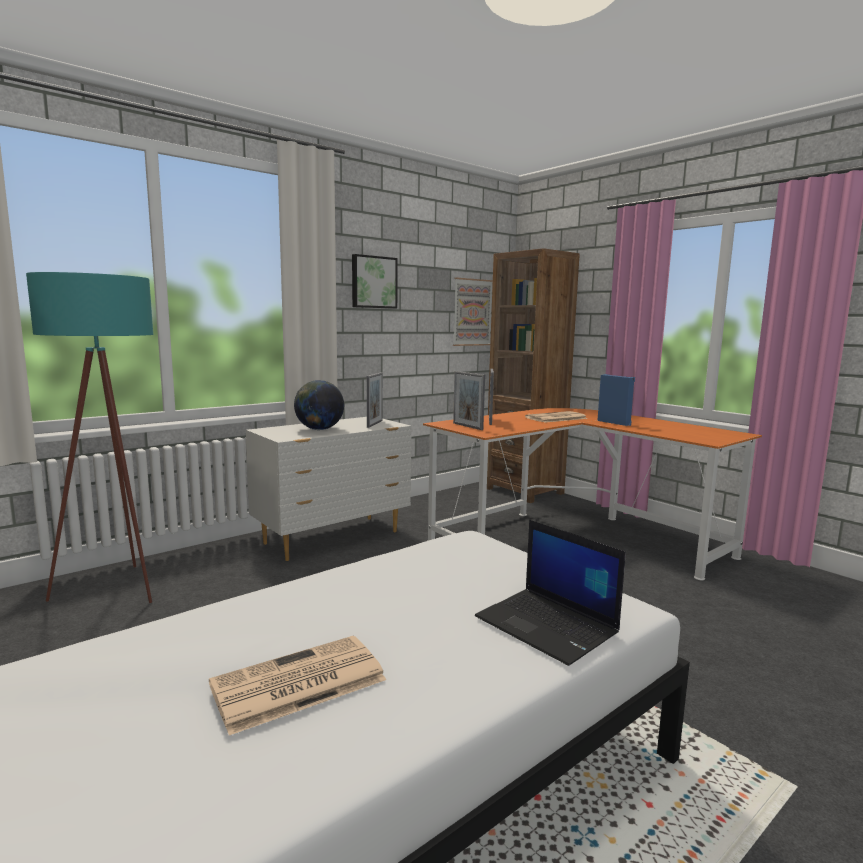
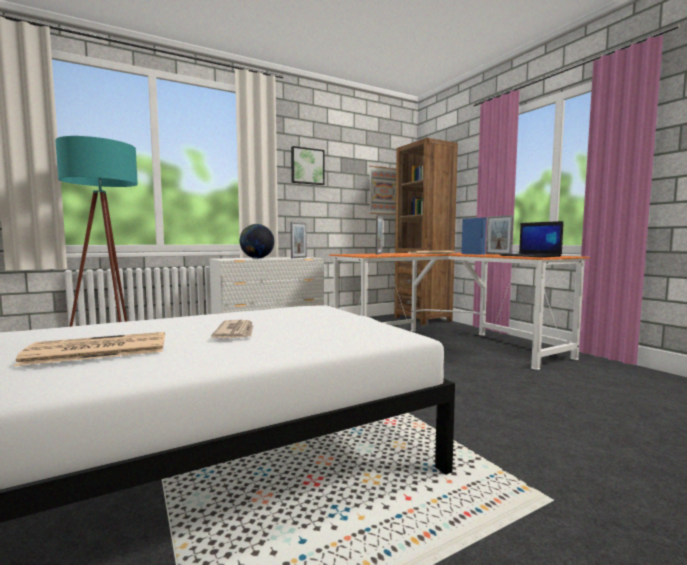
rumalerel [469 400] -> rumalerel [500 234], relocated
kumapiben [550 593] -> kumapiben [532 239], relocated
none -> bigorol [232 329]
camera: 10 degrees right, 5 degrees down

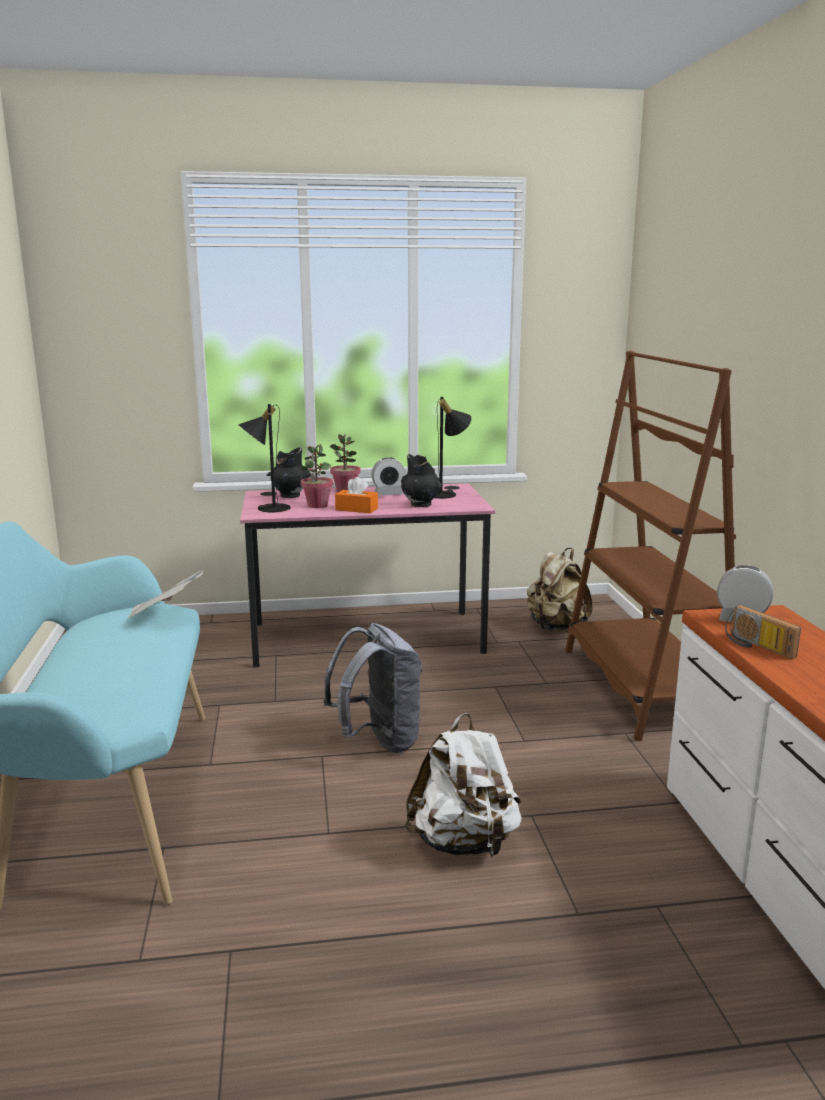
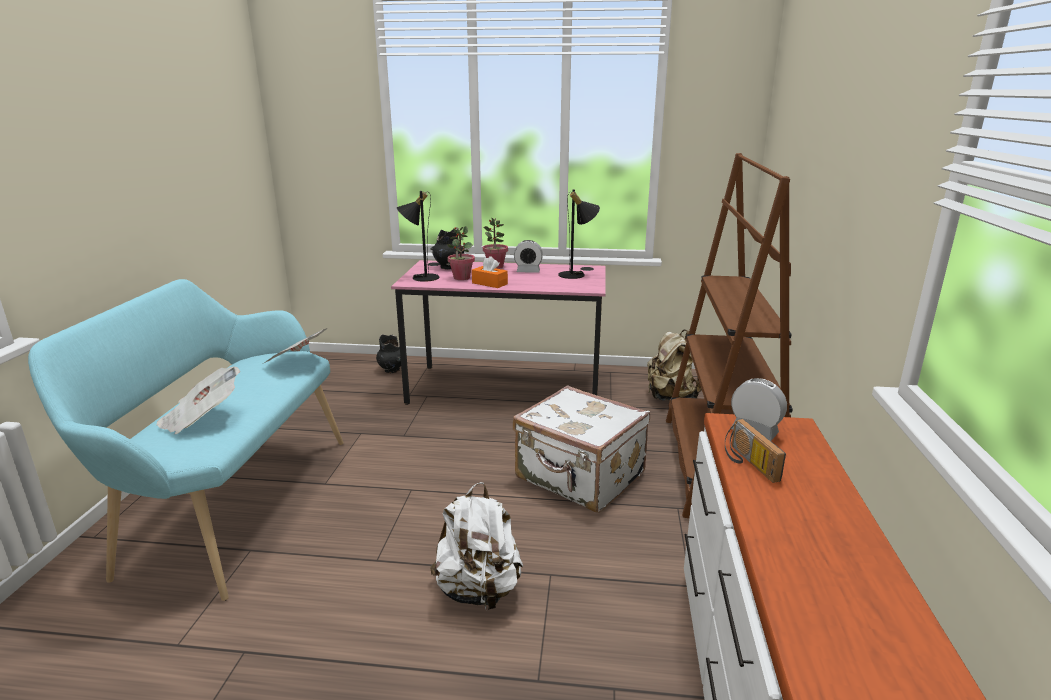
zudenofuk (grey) [372 688] -> none
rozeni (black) [422 480] -> rozeni (black) [388 353], relocated
none -> bigorol [198 400]
none -> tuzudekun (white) [581 449]
camera: 15 degrees right, 5 degrees up

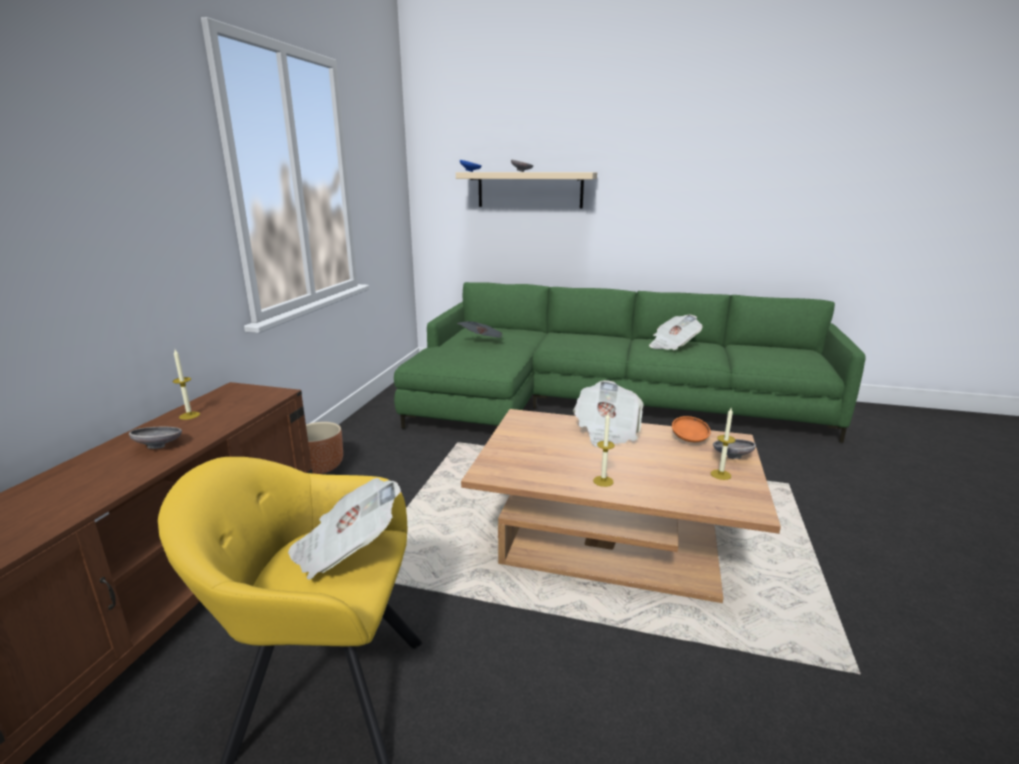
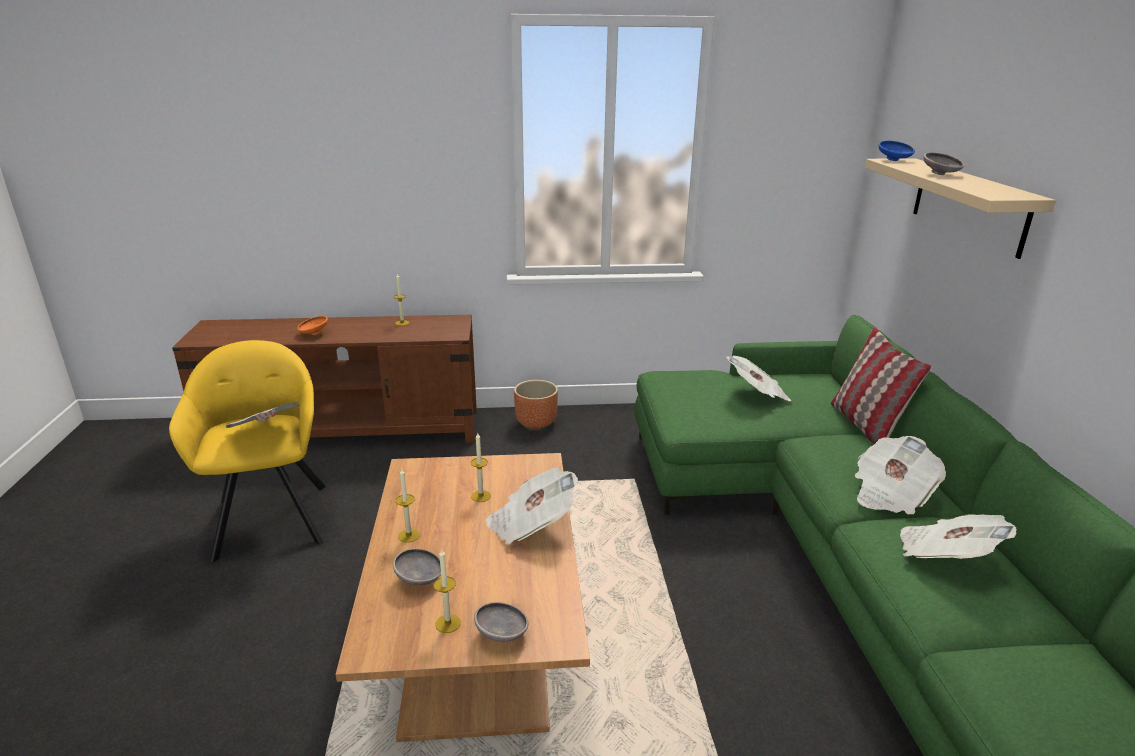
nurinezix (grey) [155 438] -> nurinezix (grey) [417 566], relocated
nurinezix (orange) [691 429] -> nurinezix (orange) [312 325], relocated
none -> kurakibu [481 467]
none -> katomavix [881 385]
none -> bigorol [900 475]
camera: 70 degrees right, 5 degrees up

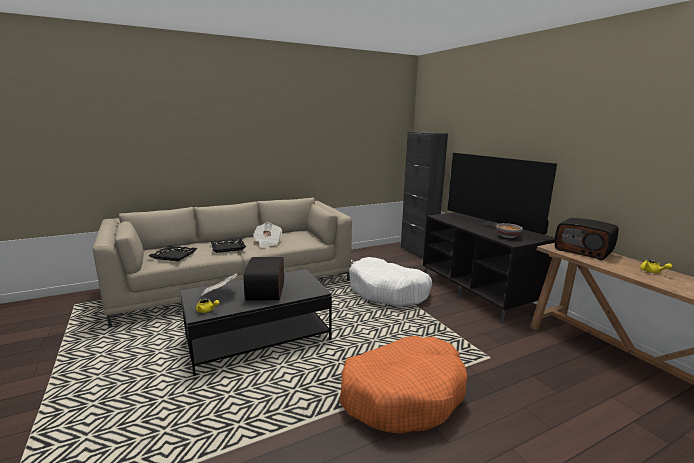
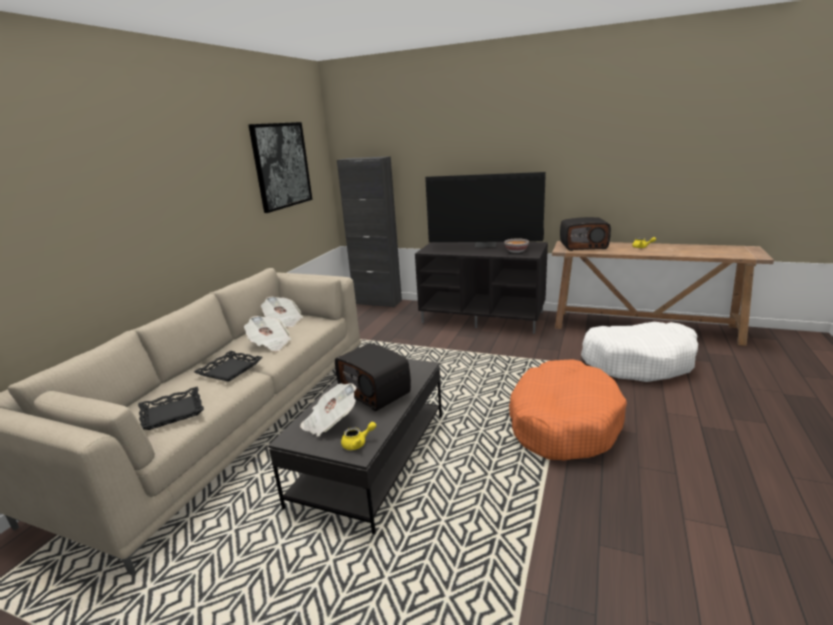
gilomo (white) [390 282] -> gilomo (white) [639 352], relocated
none -> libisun [280 167]
none -> bigorol [282 312]
camera: 40 degrees left, 5 degrees up

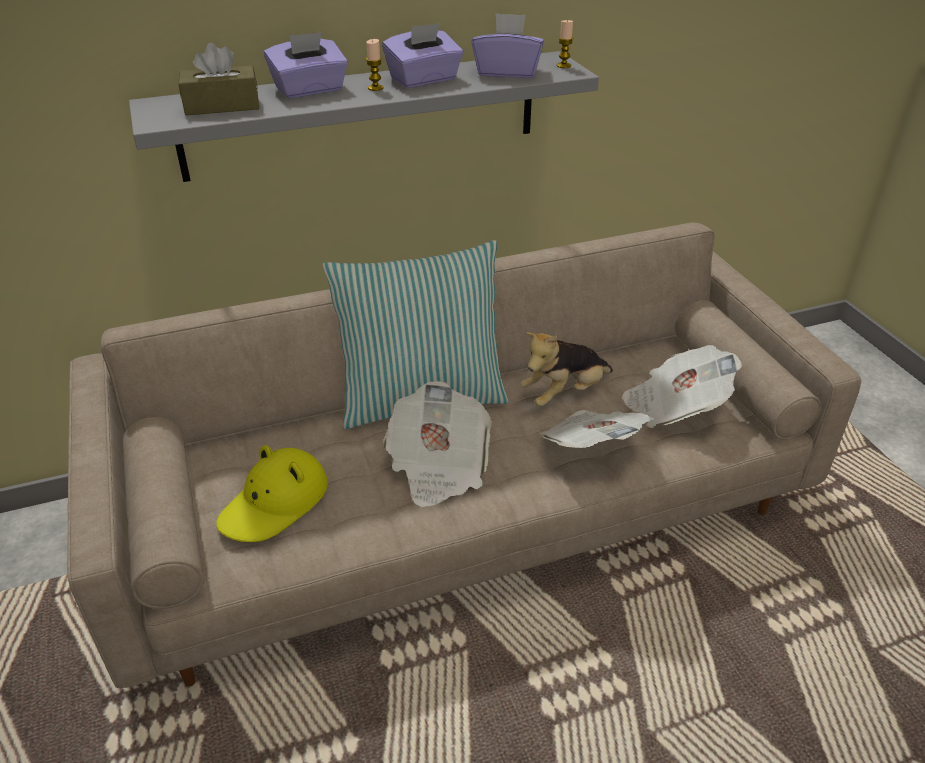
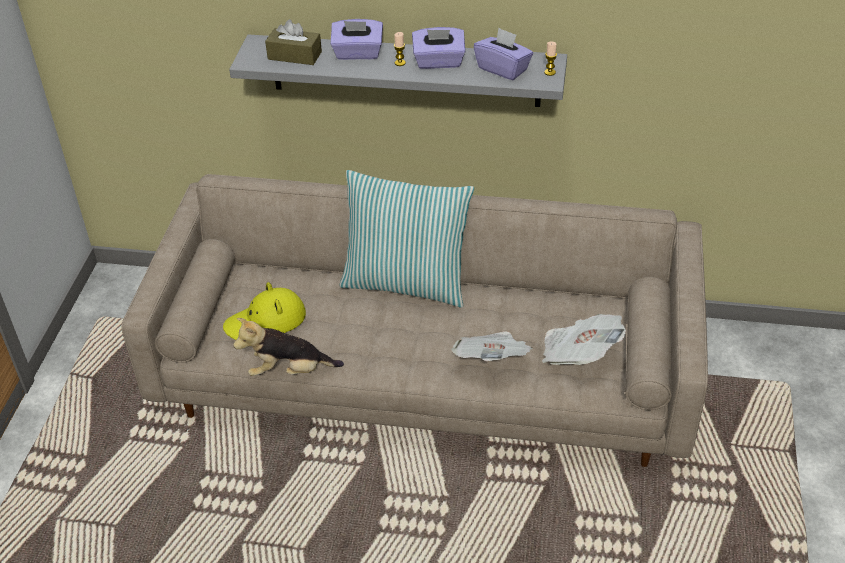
bigorol [438 444] -> none
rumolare [567 369] -> rumolare [288 347], relocated
camera: 30 degrees right, 5 degrees up

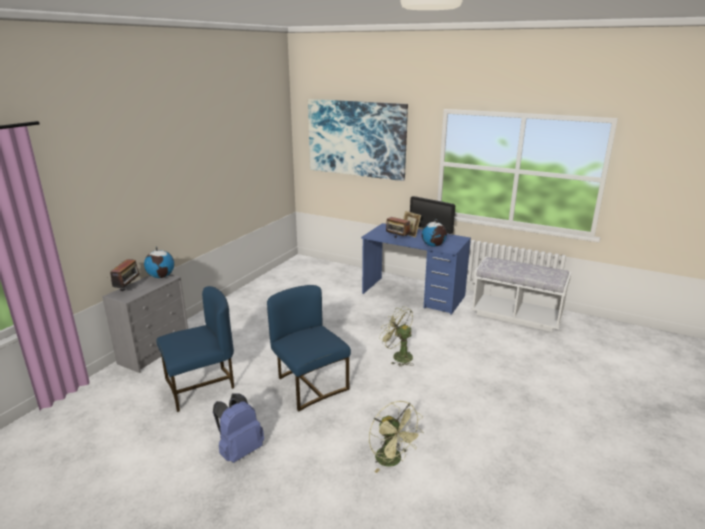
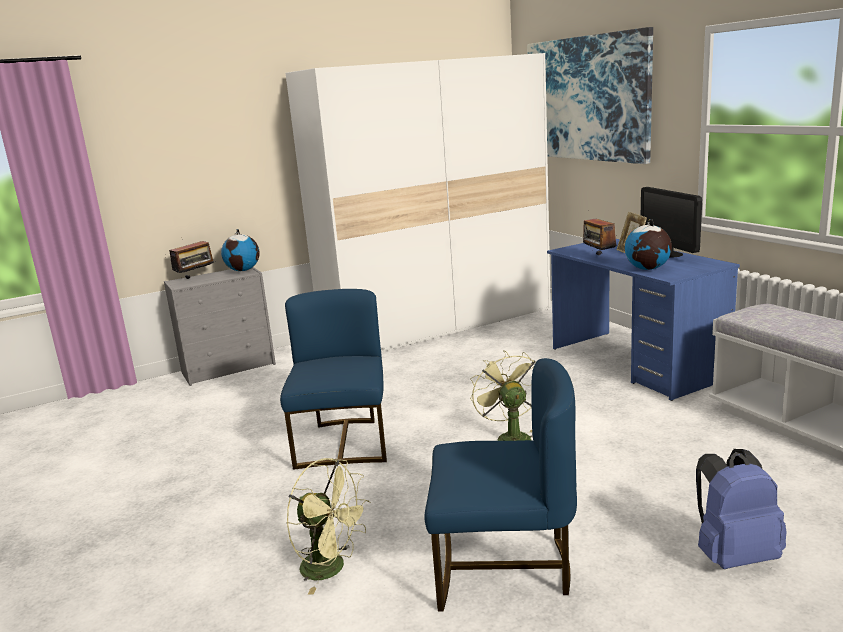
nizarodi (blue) [195 349] -> nizarodi (blue) [501 484], relocated
zudenofuk (blue) [238 428] -> zudenofuk (blue) [741 509], relocated
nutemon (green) [396 437] -> nutemon (green) [328 526], 60 degrees counterclockwise
none -> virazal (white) [418 202]
camera: 35 degrees right, 5 degrees down

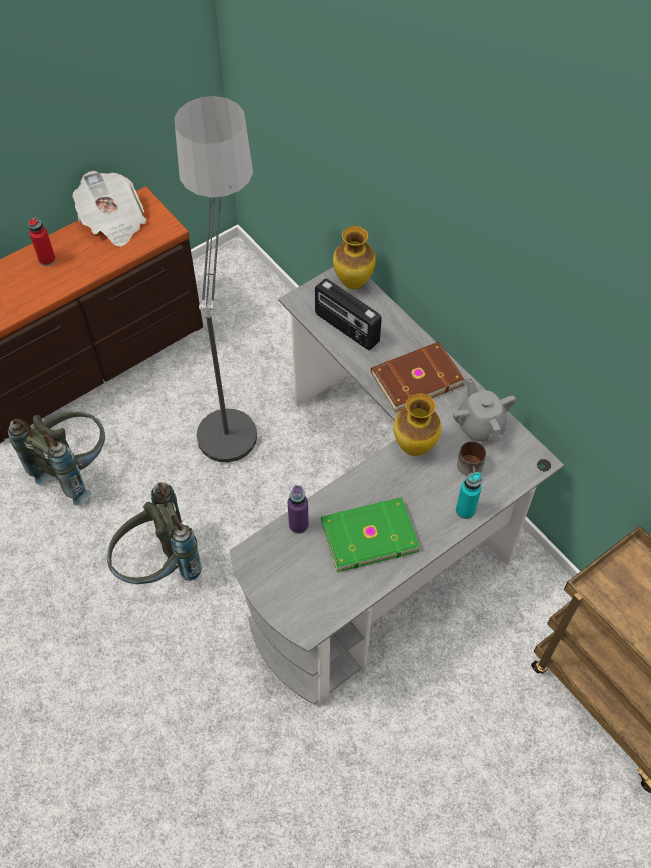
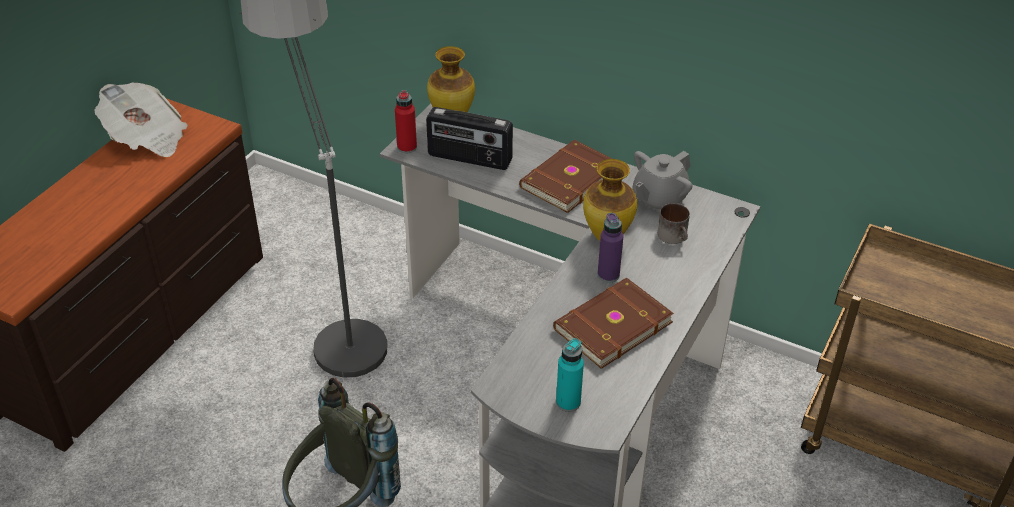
zudenofuk (grey) [56 459] -> none
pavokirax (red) [42 241] -> pavokirax (red) [406 121], relocated
pavokirax (purple) [298 509] -> pavokirax (purple) [610 247], relocated
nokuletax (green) [370 534] -> nokuletax (brown) [613 323]
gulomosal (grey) [484 410] -> gulomosal (grey) [662 182], 90 degrees counterclockwise
pavokirax (turquoise) [469 495] -> pavokirax (turquoise) [570 375], relocated
camera: 25 degrees left, 15 degrees down

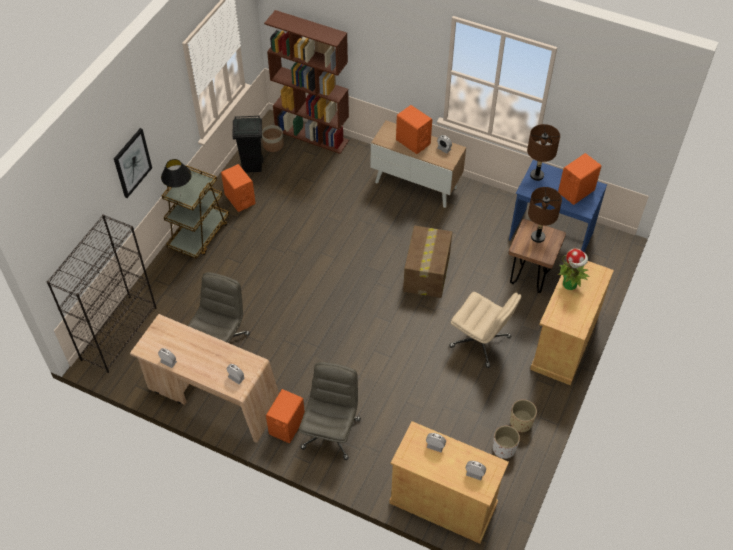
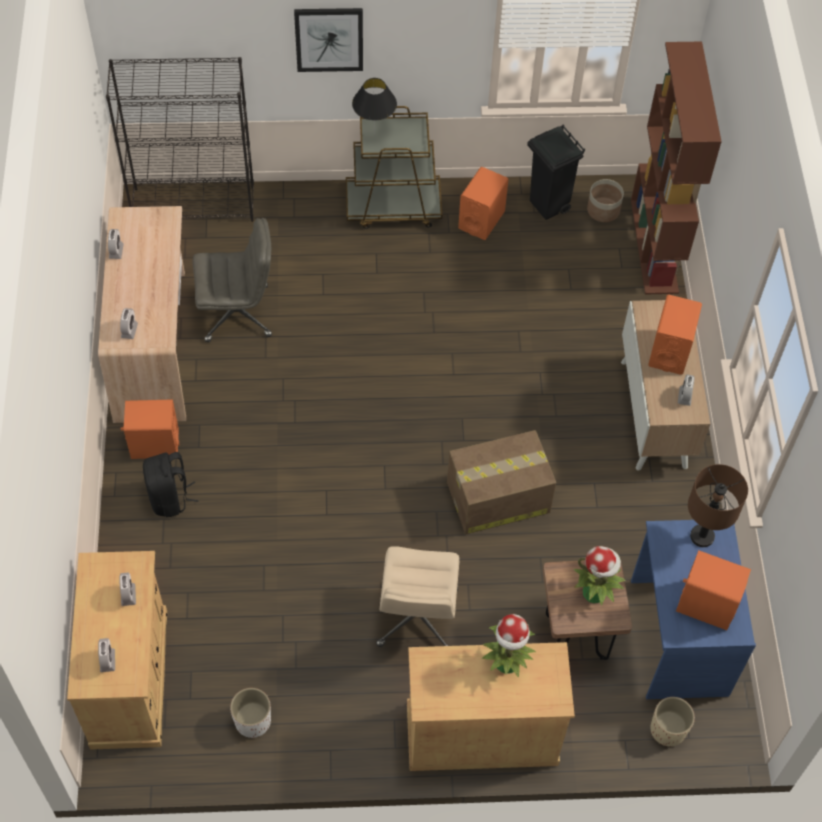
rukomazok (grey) [330 411] -> zudenofuk (black) [171 484]
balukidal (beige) [523 416] -> balukidal (beige) [673 722], relocated
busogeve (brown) [545 215] -> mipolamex [599 575]
camera: 60 degrees right, 5 degrees up

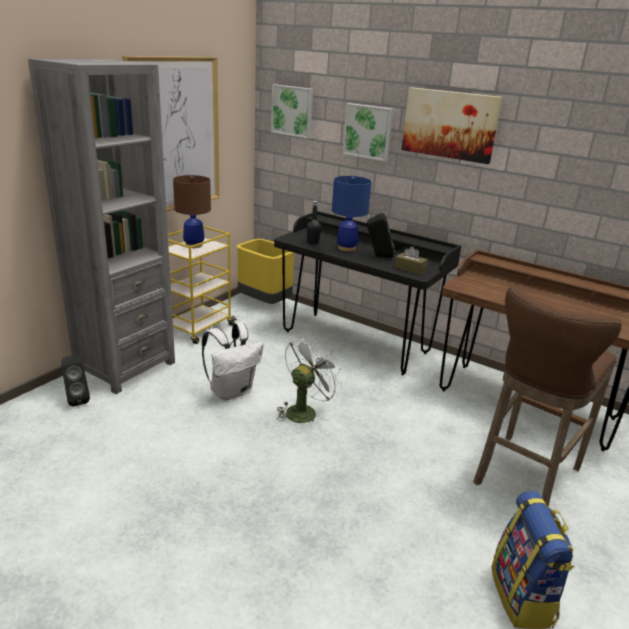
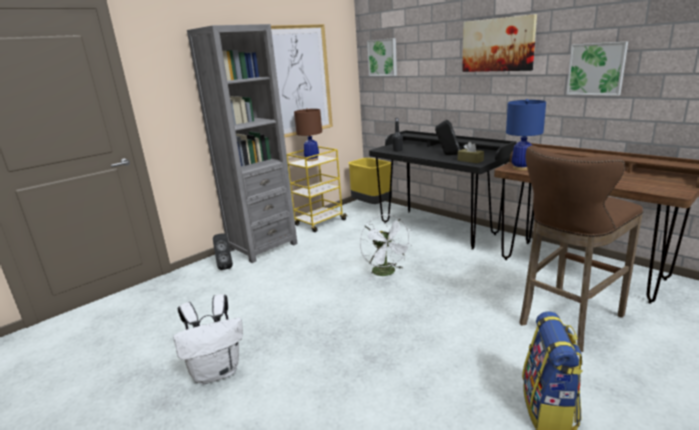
zudenofuk (white) [233 361] -> zudenofuk (white) [208 339], relocated
nutemon (white) [310 380] -> nutemon (white) [386 246], 105 degrees clockwise
busogeve (blue) [352 213] -> busogeve (blue) [526 135], relocated
libisun [368 132] -> libisun [597 68], relocated
camera: 15 degrees right, 5 degrees down

